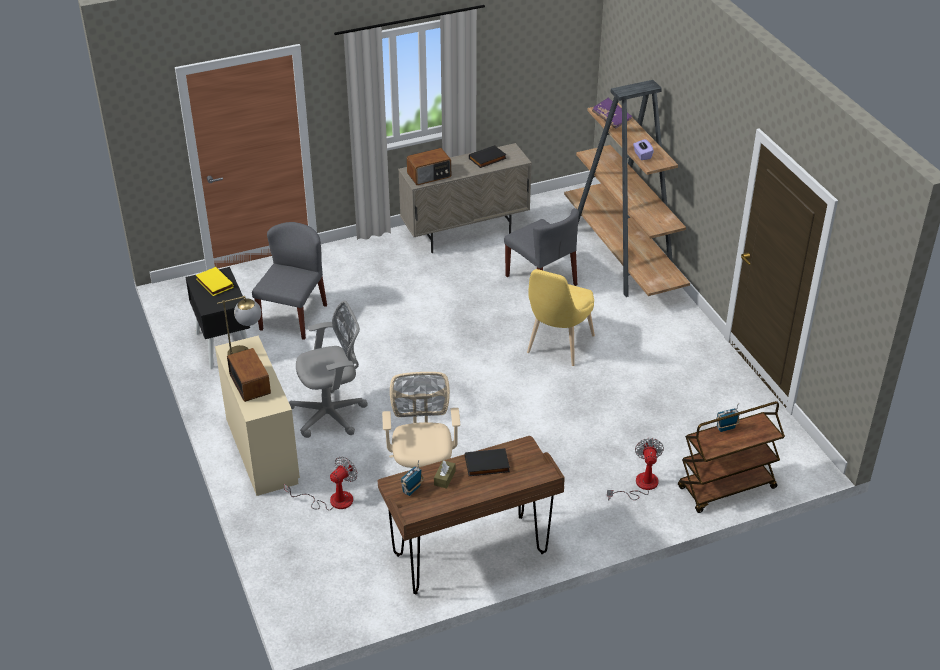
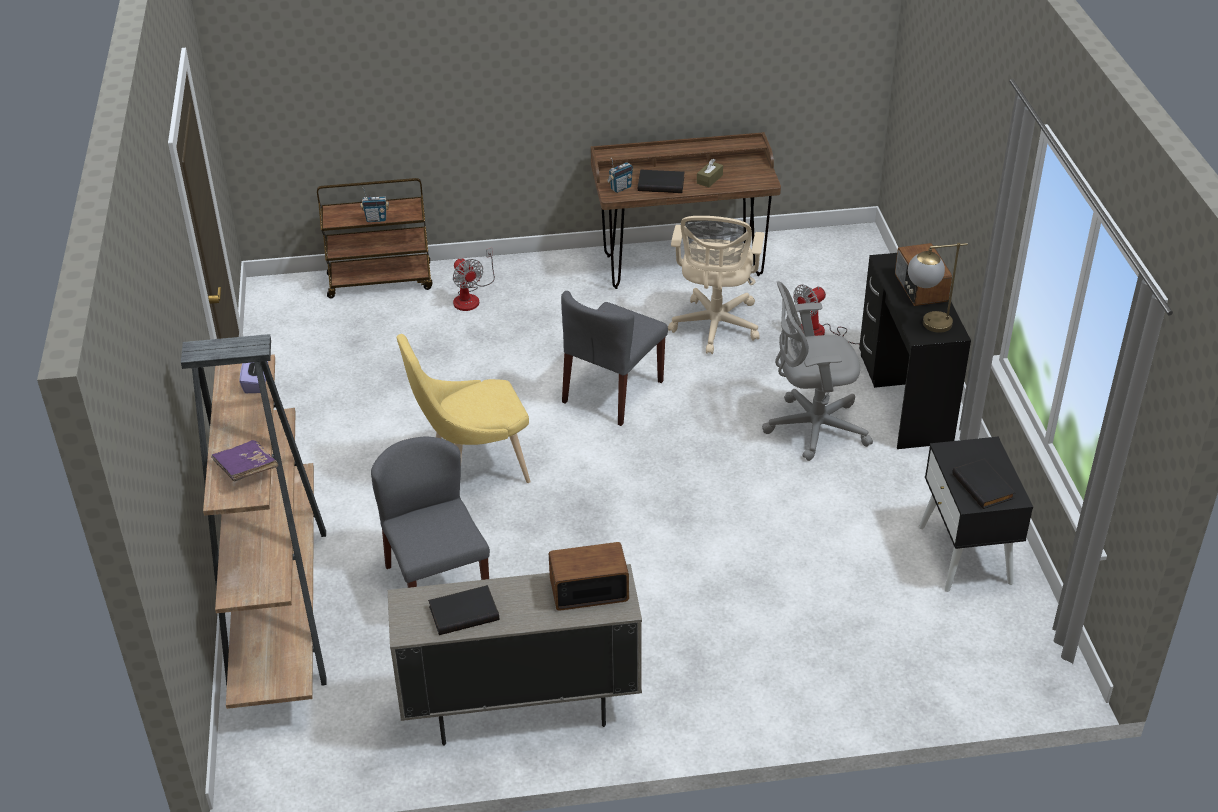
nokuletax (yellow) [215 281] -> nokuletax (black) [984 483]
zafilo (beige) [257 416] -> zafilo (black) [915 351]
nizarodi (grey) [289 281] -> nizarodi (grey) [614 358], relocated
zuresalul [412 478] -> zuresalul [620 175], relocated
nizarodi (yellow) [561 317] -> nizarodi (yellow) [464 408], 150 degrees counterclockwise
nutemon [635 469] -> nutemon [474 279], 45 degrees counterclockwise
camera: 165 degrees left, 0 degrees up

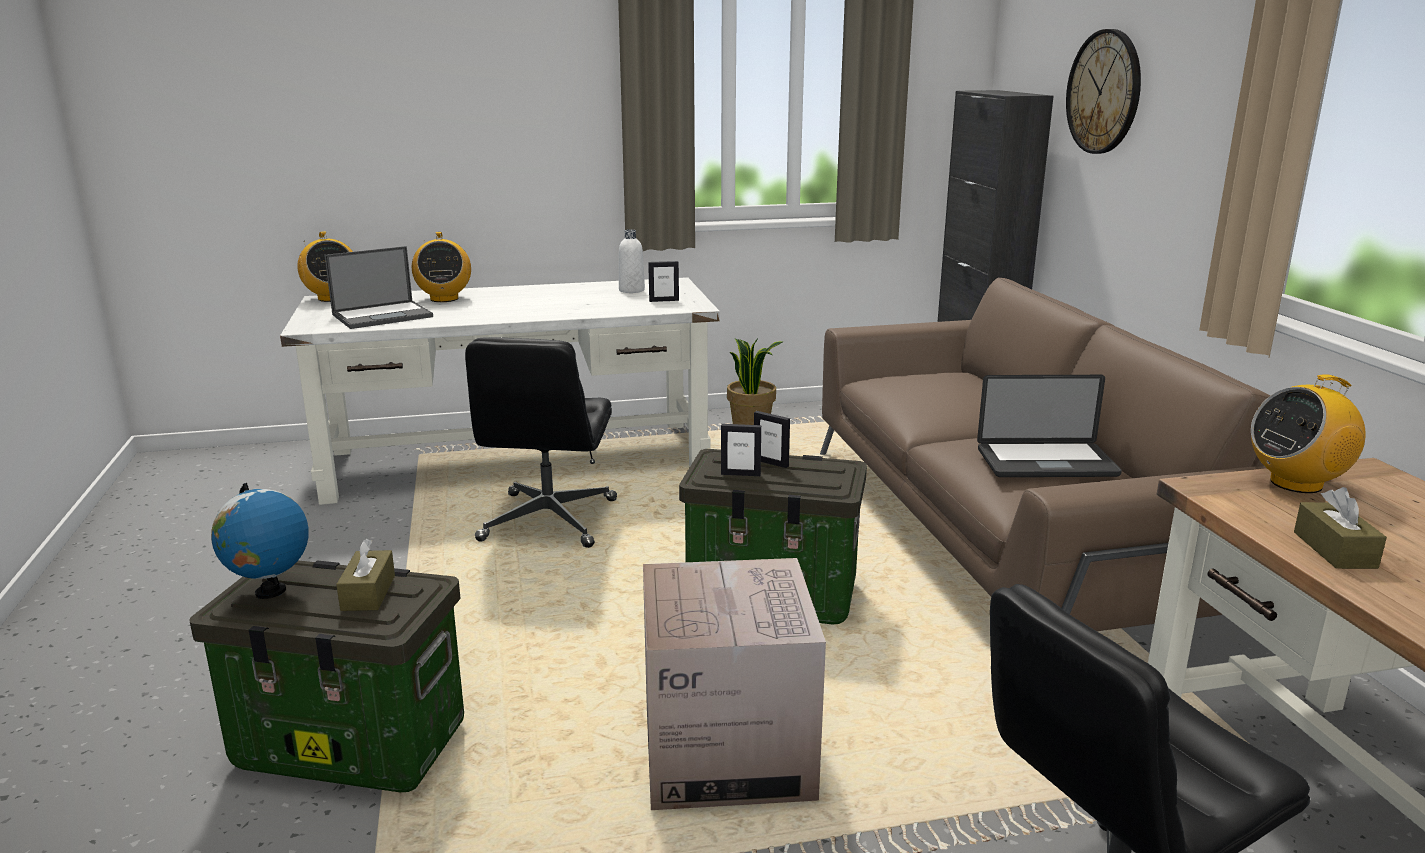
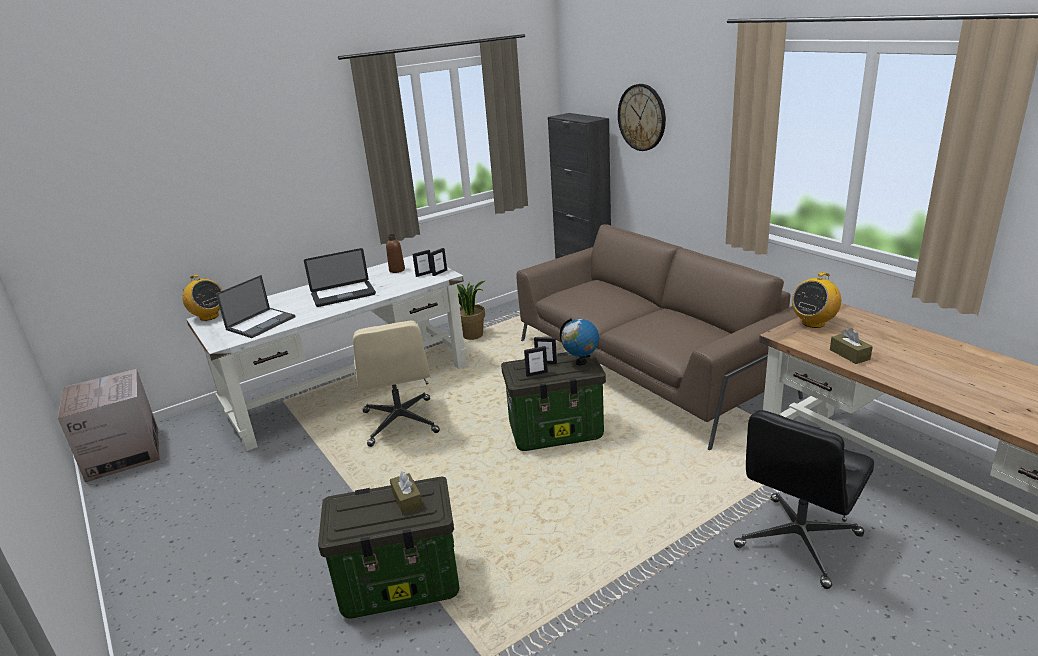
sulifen [260 541] -> sulifen [579 341], relocated
zuresalul [441 267] -> none
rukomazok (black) [541 442] -> rukomazok (beige) [396 384]
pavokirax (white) [632 261] -> pavokirax (brown) [395 253]
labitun [734 684] -> labitun [109 425], relocated
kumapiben [1049 426] -> kumapiben [340 277], relocated
none -> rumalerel [438 262]
camera: 20 degrees left, 5 degrees up

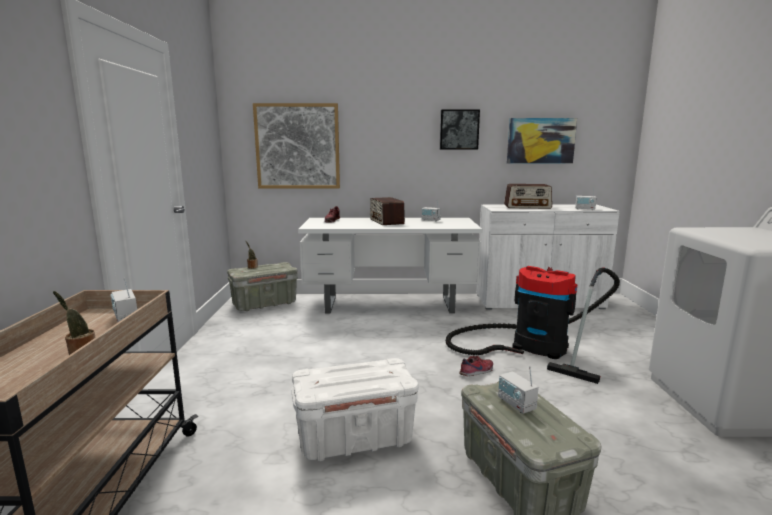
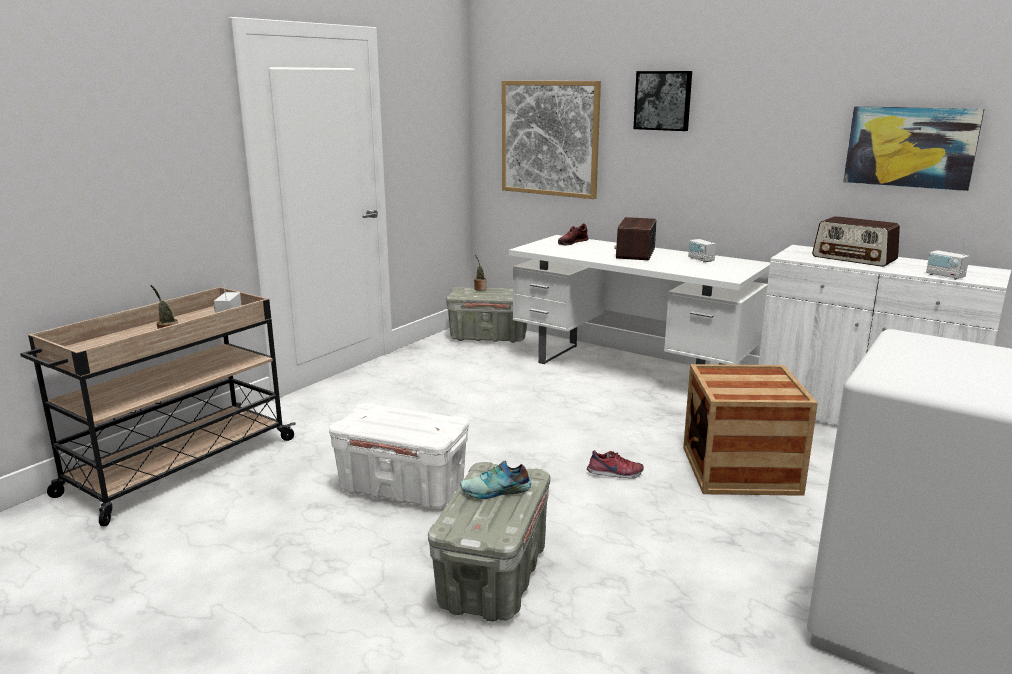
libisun [460 129] -> libisun [662 101], relocated
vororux [533 325] -> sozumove [750 430]
zuresalul [518 390] -> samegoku [495 480]
camera: 35 degrees right, 5 degrees up

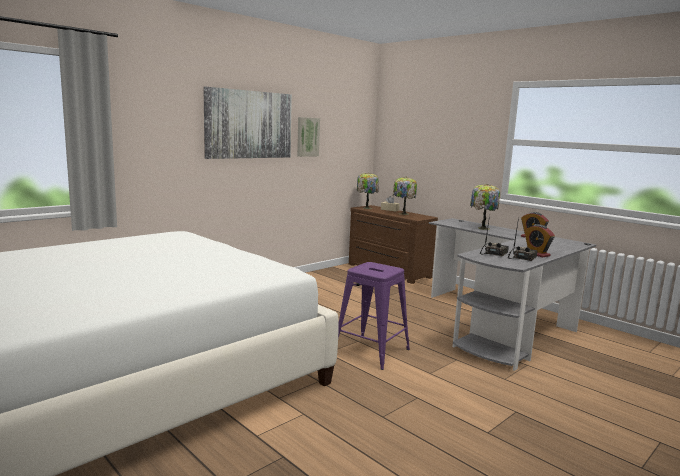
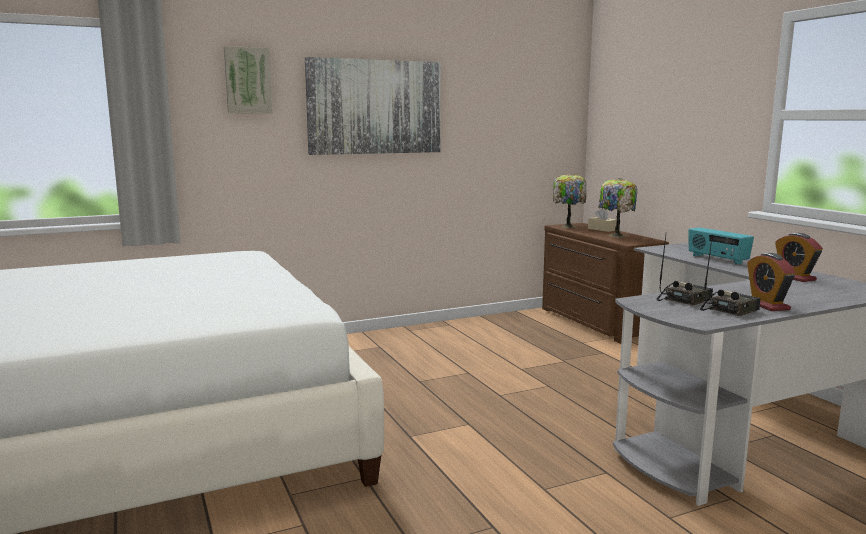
libisun [308 137] -> libisun [248 79], relocated
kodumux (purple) [374 316] -> none
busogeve [485 207] -> zuresalul [721 246]
camera: 20 degrees right, 0 degrees up

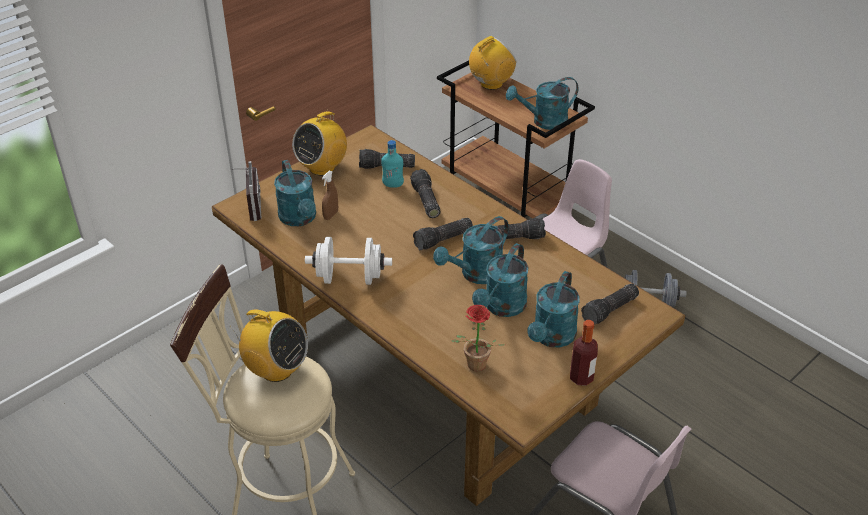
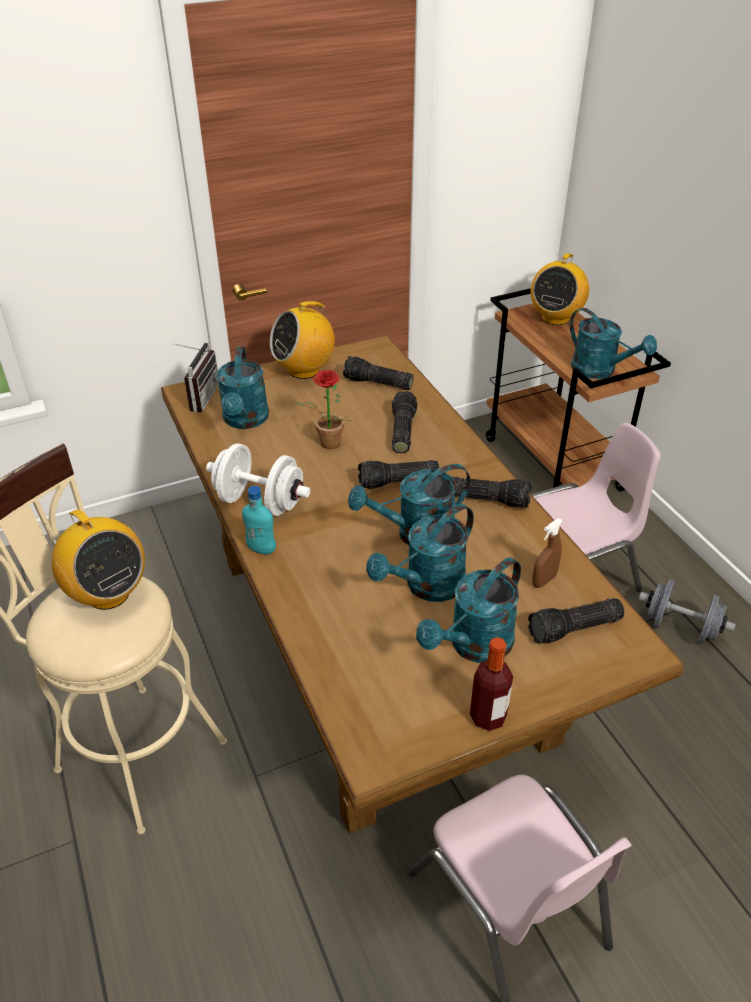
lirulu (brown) [330 195] -> lirulu (brown) [547 553], relocated
pavokirax (turquoise) [392 164] -> pavokirax (turquoise) [259 520], relocated
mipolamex [478 338] -> mipolamex [323 409], relocated
zuresalul [492 63] -> zuresalul [559 289], 135 degrees clockwise
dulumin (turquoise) [542 103] -> dulumin (turquoise) [613 343], 135 degrees counterclockwise
camera: 20 degrees right, 0 degrees up

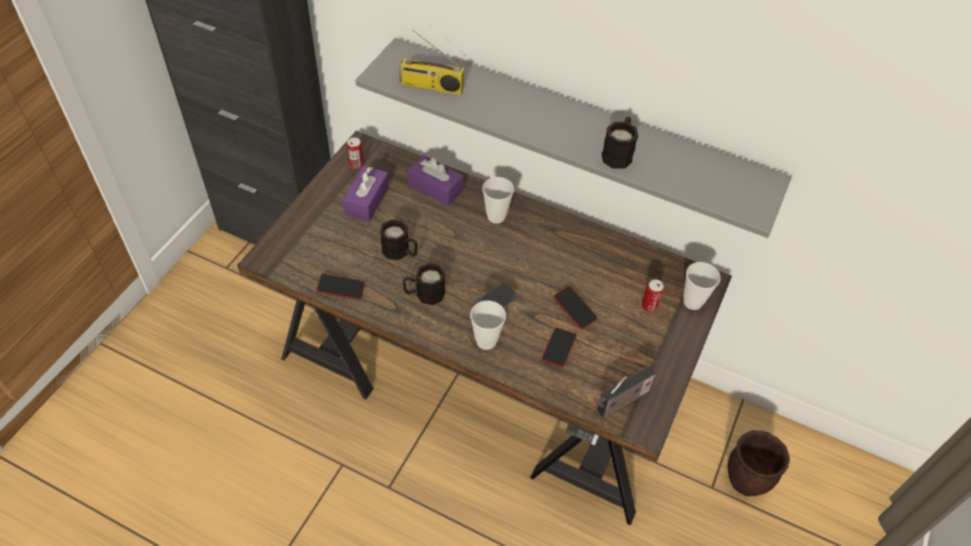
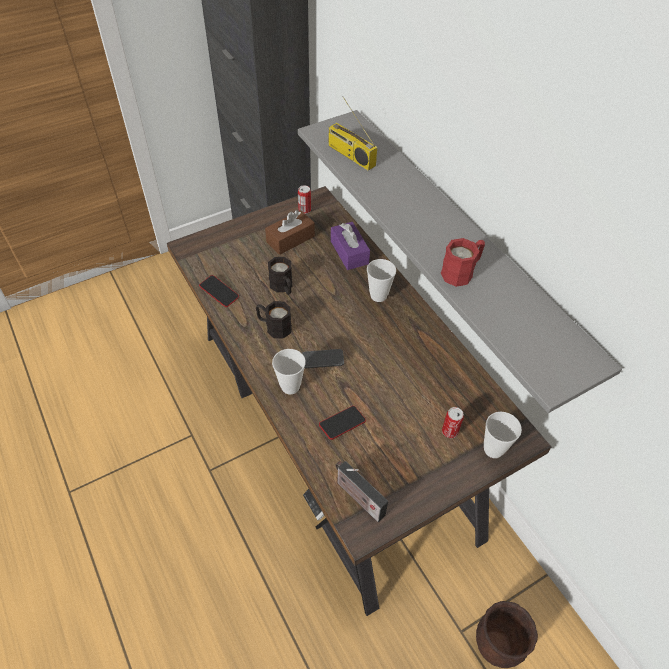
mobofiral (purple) [366 194] -> mobofiral (brown) [290 232]
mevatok [576 307] -> none
zuresalul [626 392] -> zuresalul [361 491], 45 degrees clockwise
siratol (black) [620 143] -> siratol (red) [463 262]
camera: 35 degrees right, 0 degrees up

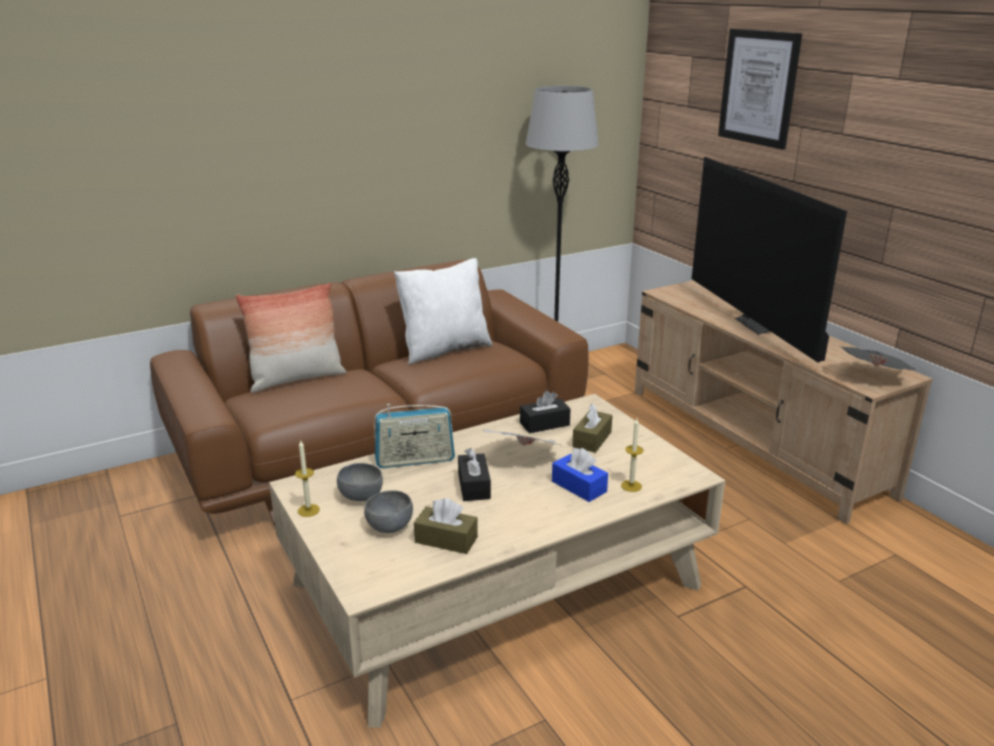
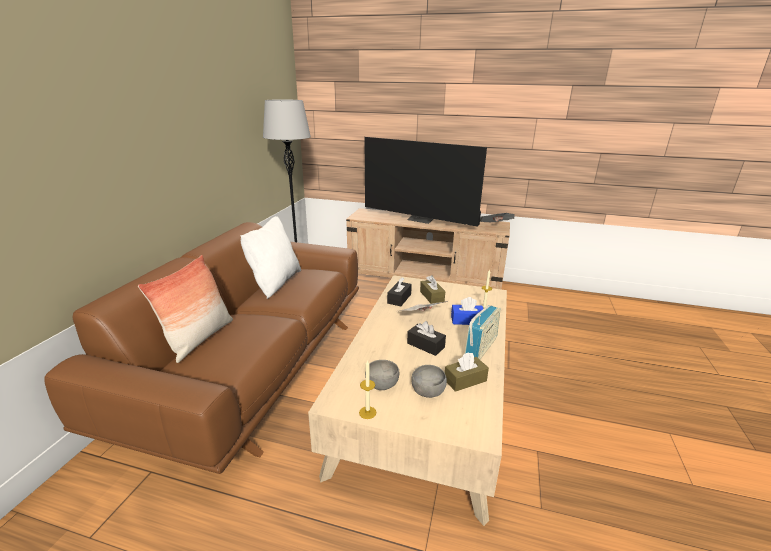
zuresalul [414 436] -> zuresalul [483 332], relocated
libisun [760 89] -> none
camera: 45 degrees left, 0 degrees up

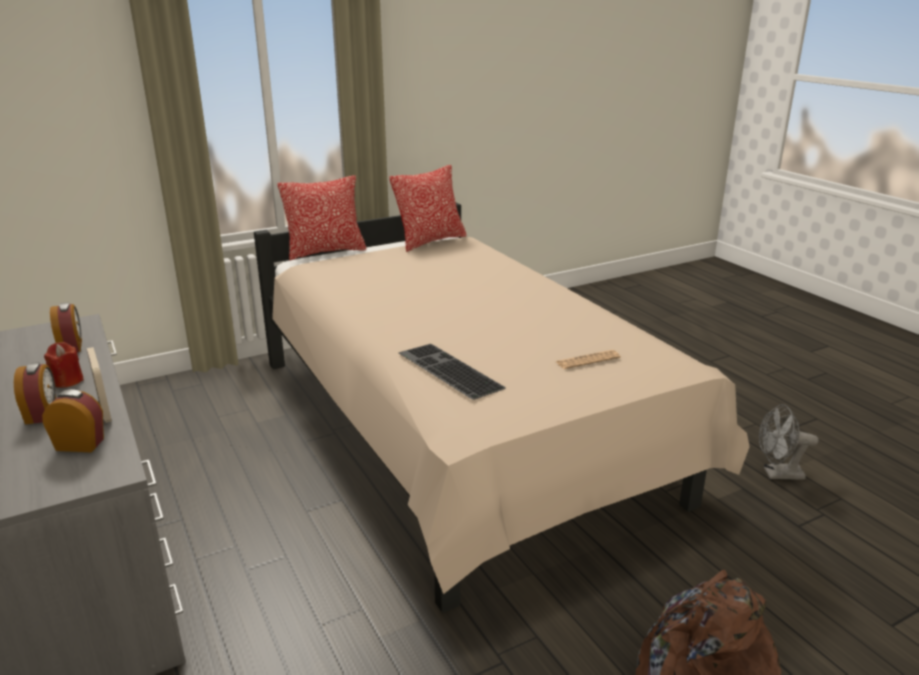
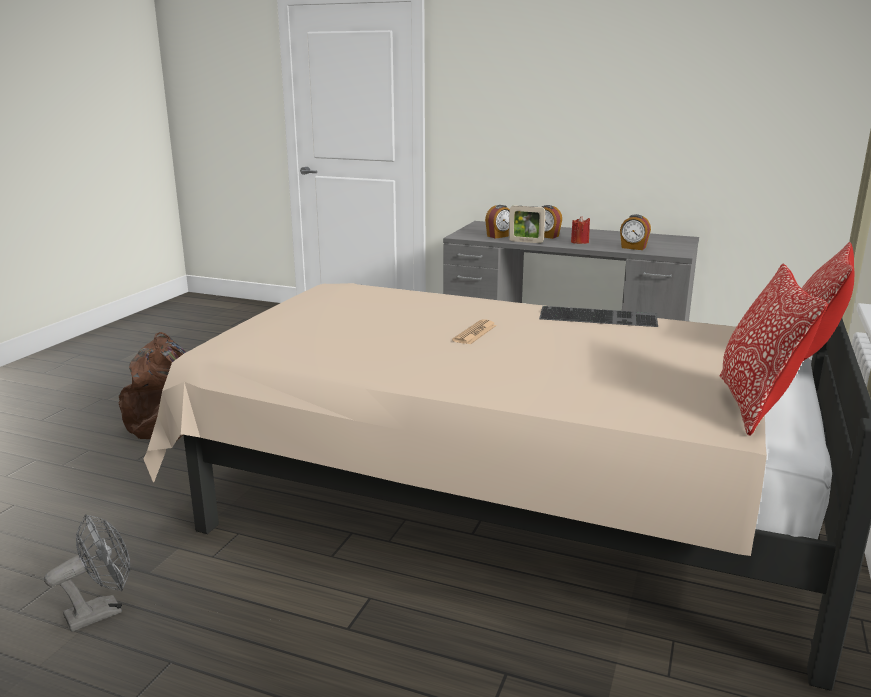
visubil [452 372] -> visubil [598 316], relocated
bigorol [588 359] -> bigorol [474 332], relocated
camera: 140 degrees right, 5 degrees down

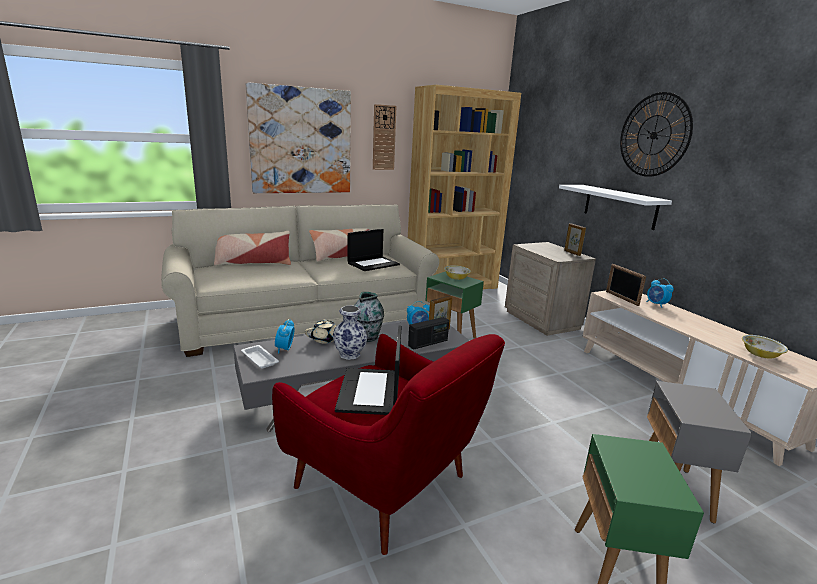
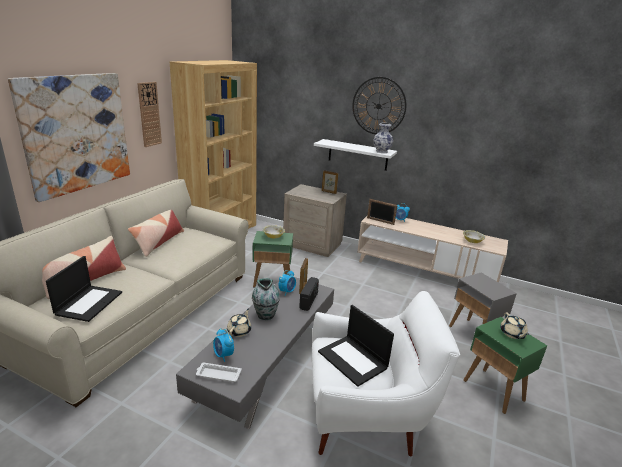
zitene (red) [388 444] -> zitene (white) [386 373]
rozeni [350 332] -> rozeni [383 138], relocated
kumapiben [373 250] -> kumapiben [84 289], relocated
none -> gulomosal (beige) [514 325]
camera: 40 degrees left, 5 degrees up

